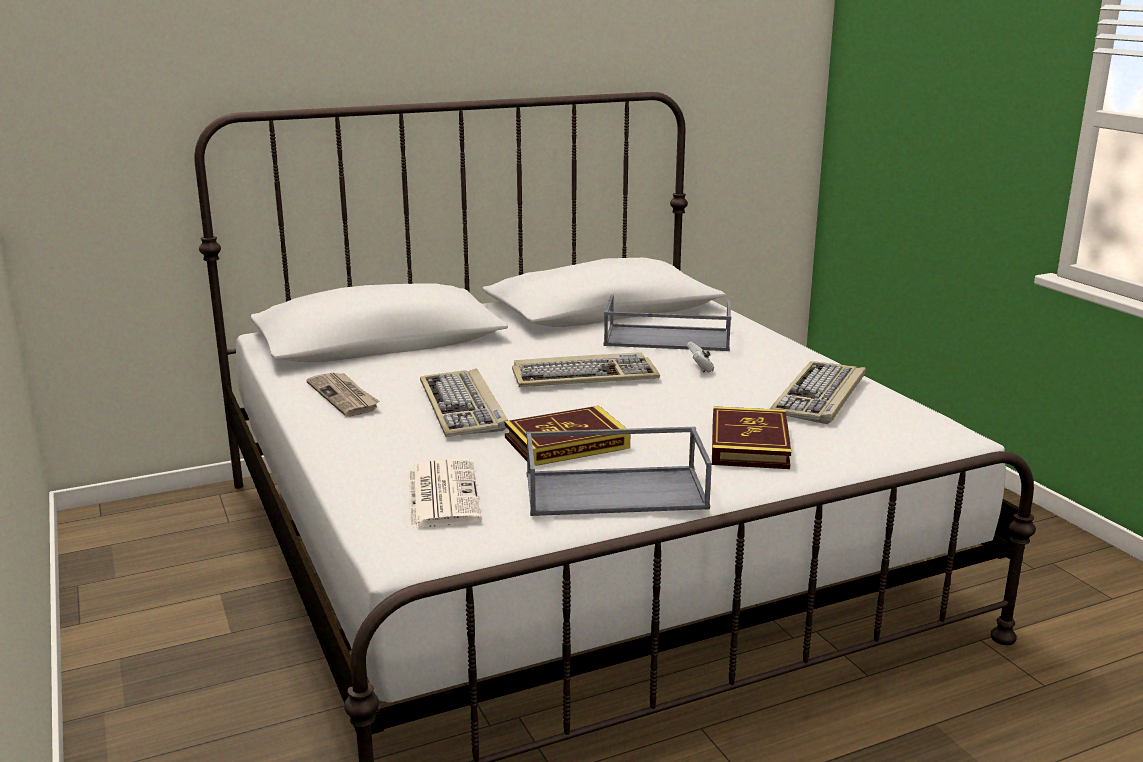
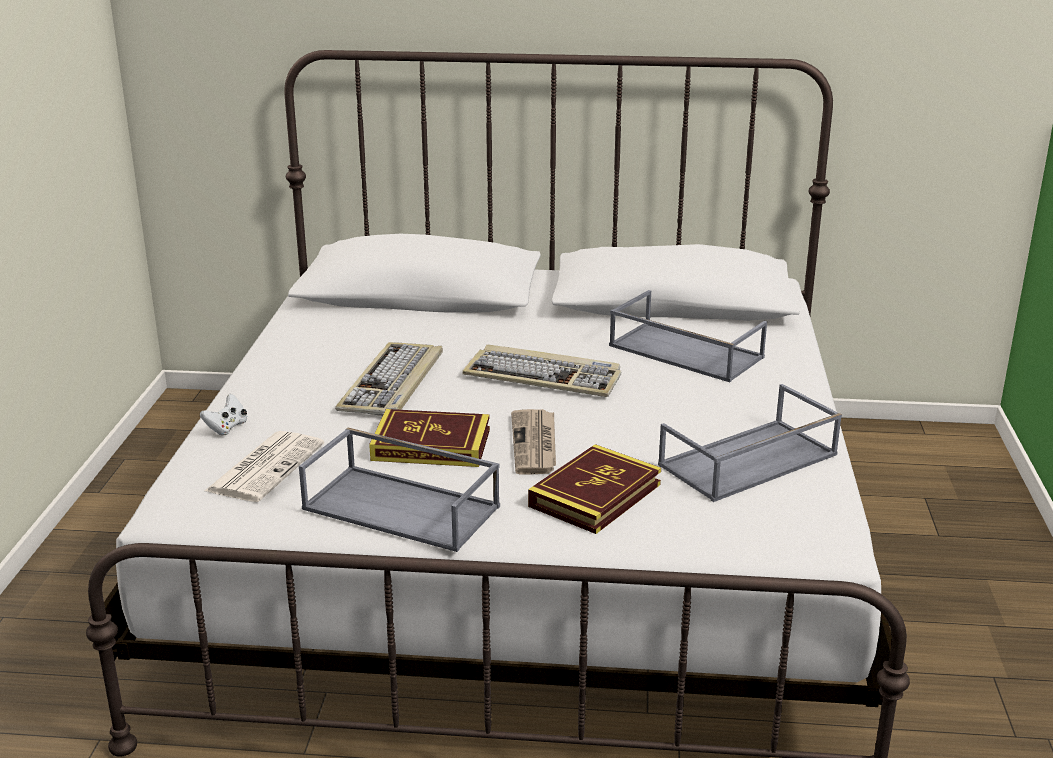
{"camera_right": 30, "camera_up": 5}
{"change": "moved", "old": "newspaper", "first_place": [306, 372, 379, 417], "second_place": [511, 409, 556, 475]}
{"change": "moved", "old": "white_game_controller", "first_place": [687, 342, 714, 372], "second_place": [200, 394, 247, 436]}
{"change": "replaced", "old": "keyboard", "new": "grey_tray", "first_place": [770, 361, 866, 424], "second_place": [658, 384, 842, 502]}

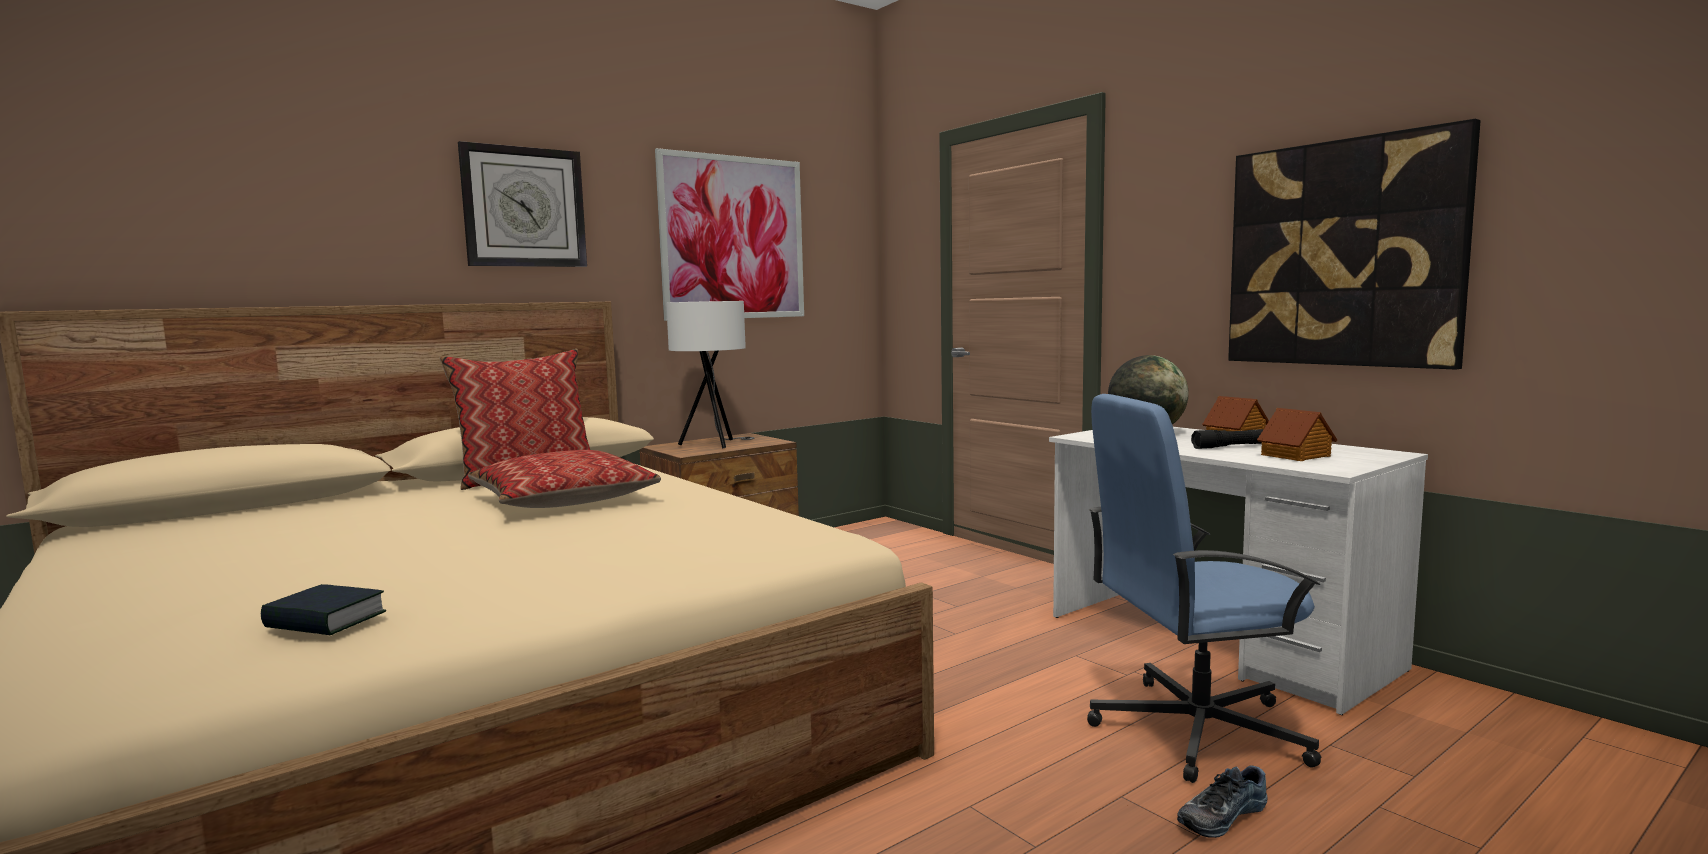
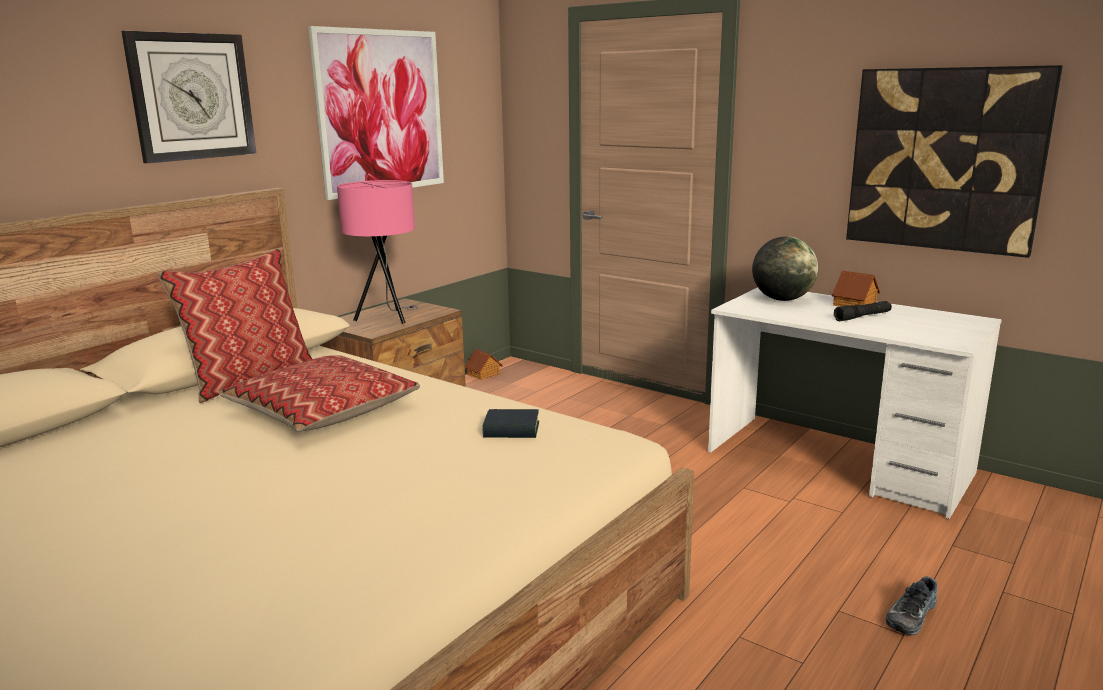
{"camera_right": -15, "camera_up": 10}
{"change": "removed", "old": "blue_office_chair", "first_place": [1087, 394, 1321, 783]}
{"change": "moved", "old": "book", "first_place": [261, 584, 386, 635], "second_place": [483, 409, 539, 438]}
{"change": "moved", "old": "toy_house", "first_place": [1257, 408, 1337, 461], "second_place": [465, 349, 503, 380]}
{"change": "recoloured", "old": "white_table_lamp", "new": "pink_table_lamp", "first_place": [666, 301, 754, 449], "second_place": [337, 180, 418, 324]}

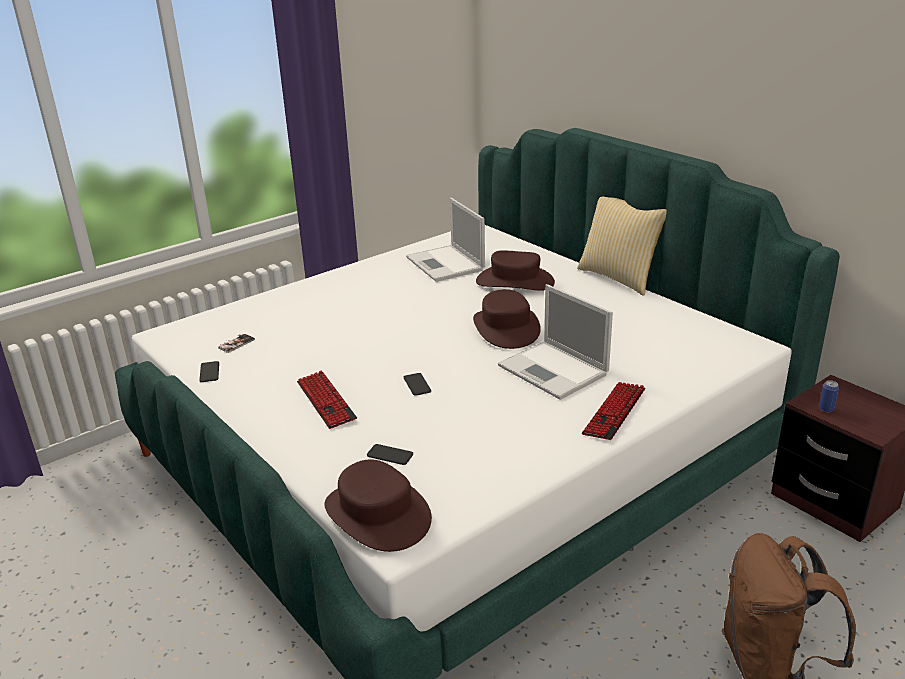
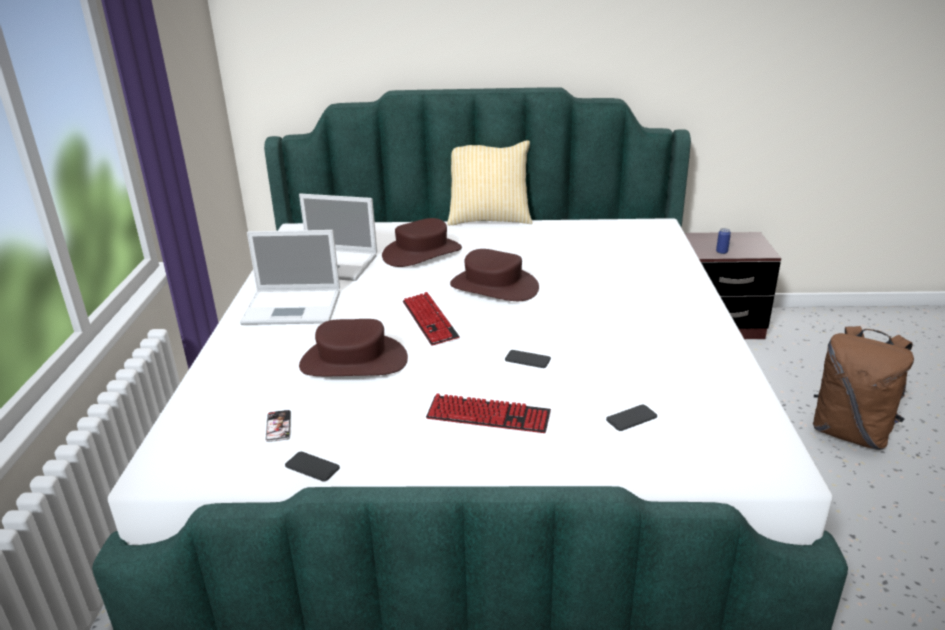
{"camera_right": -50, "camera_up": 0}
{"change": "moved", "old": "brown_hat", "first_place": [324, 460, 432, 552], "second_place": [299, 319, 408, 376]}
{"change": "moved", "old": "laptop", "first_place": [498, 284, 613, 400], "second_place": [240, 230, 340, 325]}
{"change": "moved", "old": "keyboard", "first_place": [582, 382, 645, 440], "second_place": [403, 292, 460, 346]}

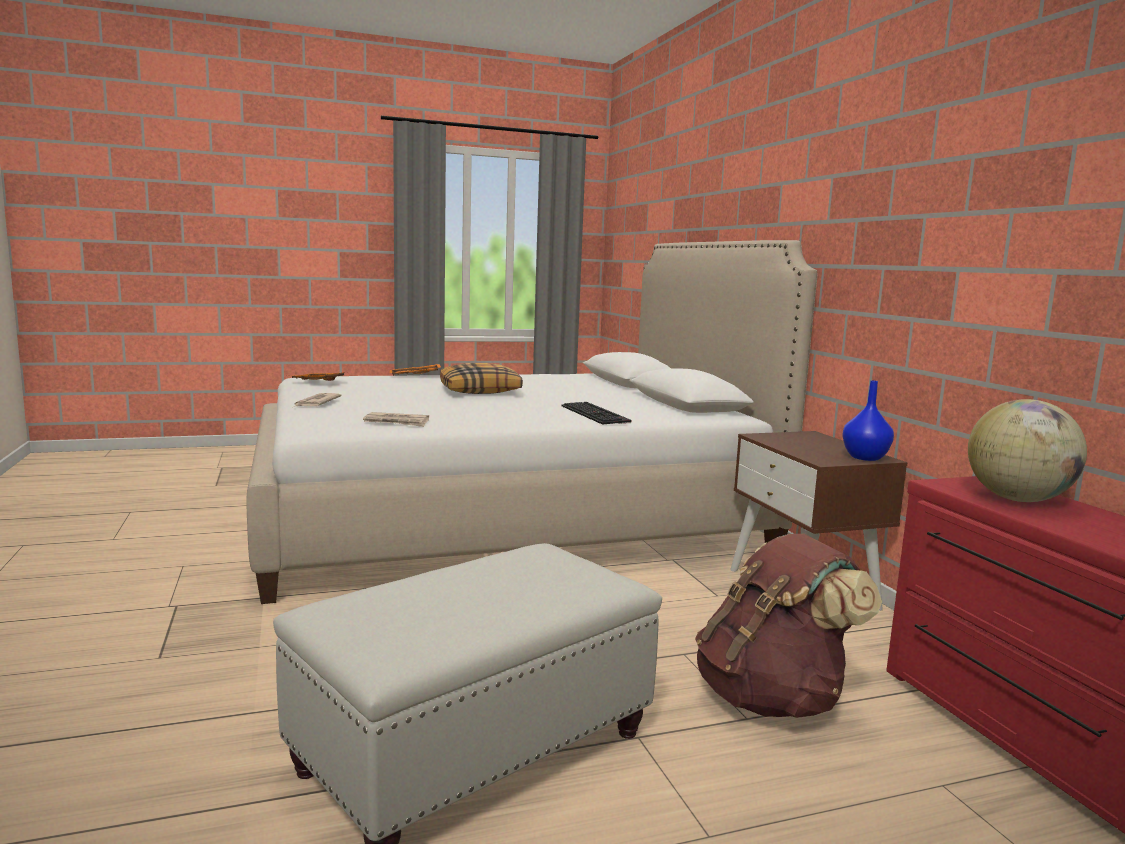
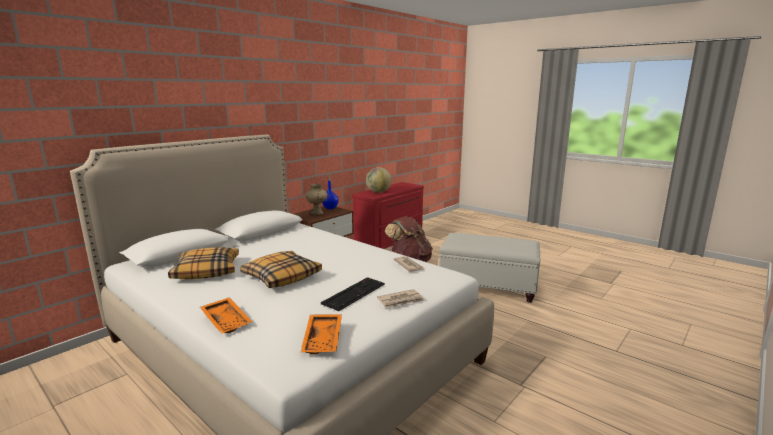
{"camera_right": -120, "camera_up": 5}
{"change": "added", "new": "pillow", "second_place": [168, 247, 239, 279]}
{"change": "added", "new": "beige_vase", "second_place": [305, 184, 328, 215]}
{"change": "moved", "old": "keyboard", "first_place": [562, 402, 632, 425], "second_place": [321, 277, 385, 311]}

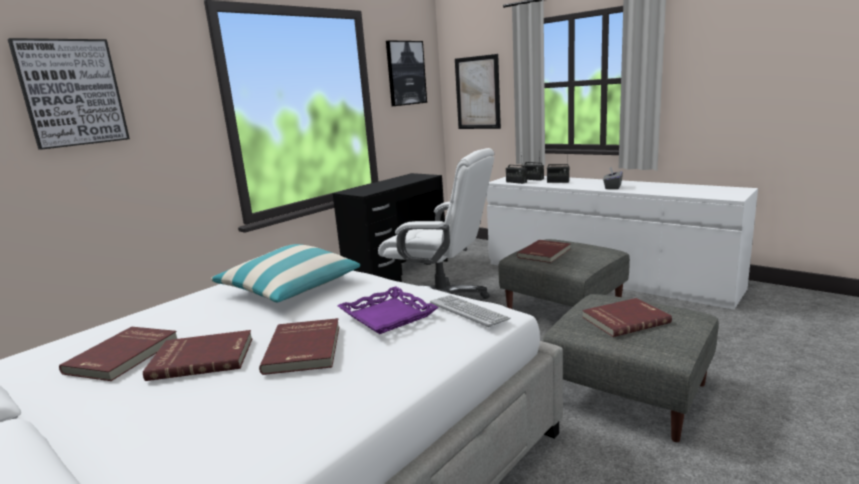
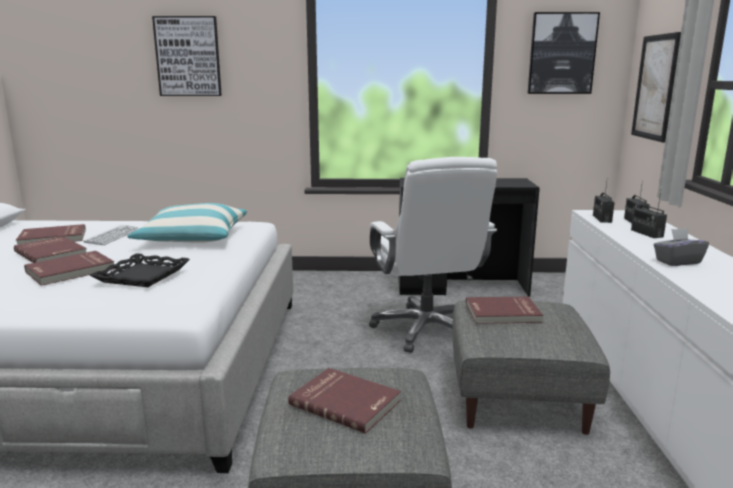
{"camera_right": 50, "camera_up": 0}
{"change": "moved", "old": "keyboard", "first_place": [430, 295, 511, 327], "second_place": [83, 225, 139, 245]}
{"change": "recoloured", "old": "purple_tray", "new": "black_tray", "first_place": [337, 286, 439, 334], "second_place": [90, 253, 190, 287]}

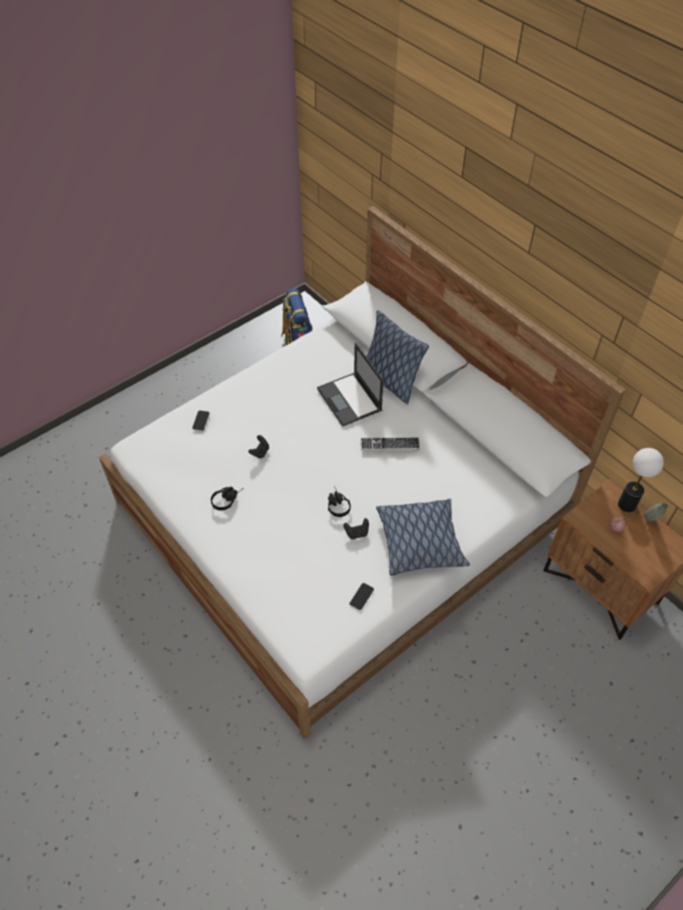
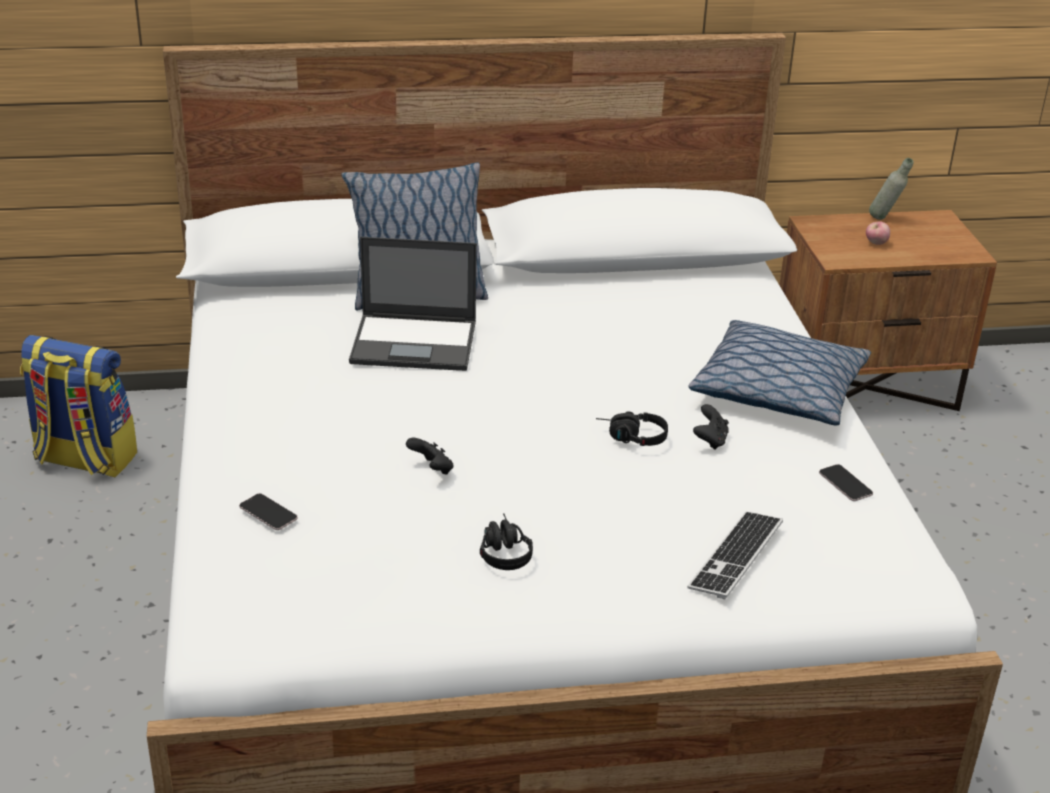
{"camera_right": -60, "camera_up": -20}
{"change": "removed", "old": "table_lamp", "first_place": [618, 448, 664, 512]}
{"change": "moved", "old": "keyboard", "first_place": [360, 437, 420, 451], "second_place": [687, 511, 783, 599]}

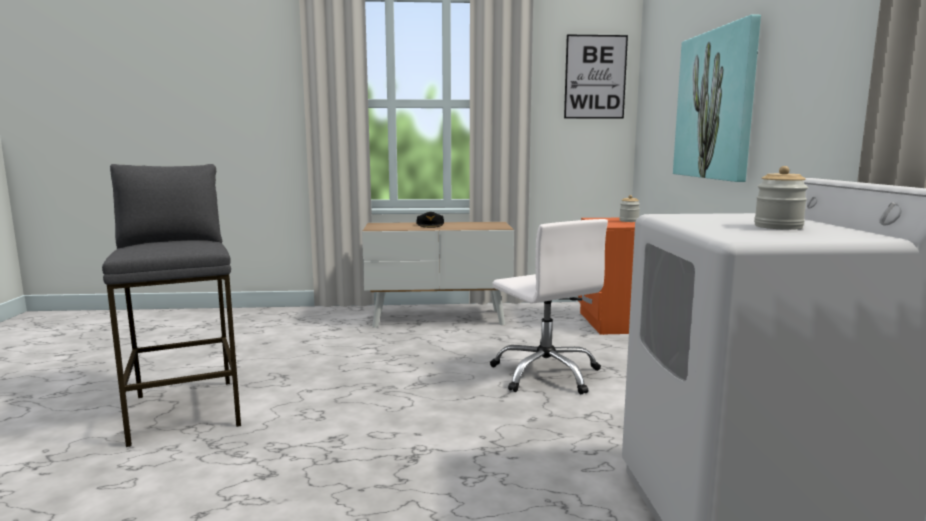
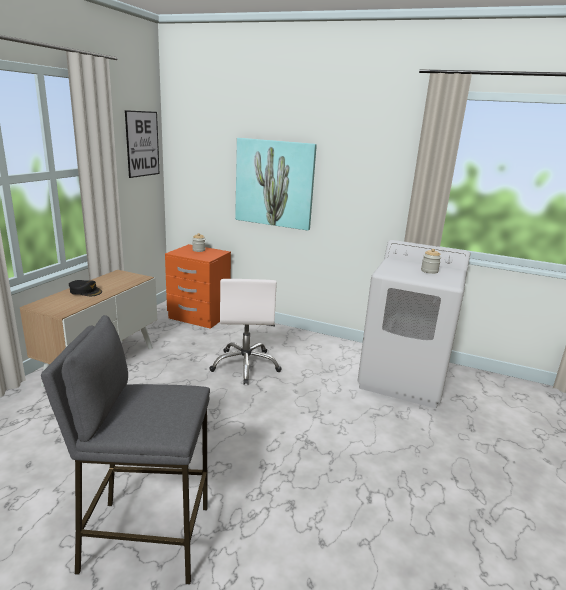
{"camera_right": -65, "camera_up": 10}
{"change": "turned", "old": "white_office_chair", "first_place": [490, 219, 608, 394], "second_place": [209, 279, 282, 385], "degrees": 90}

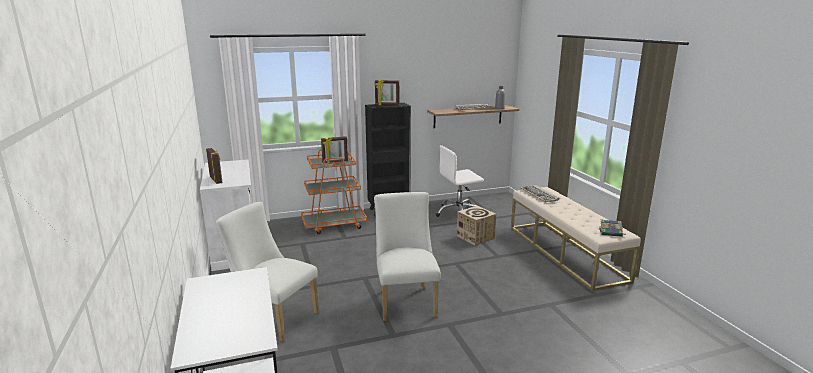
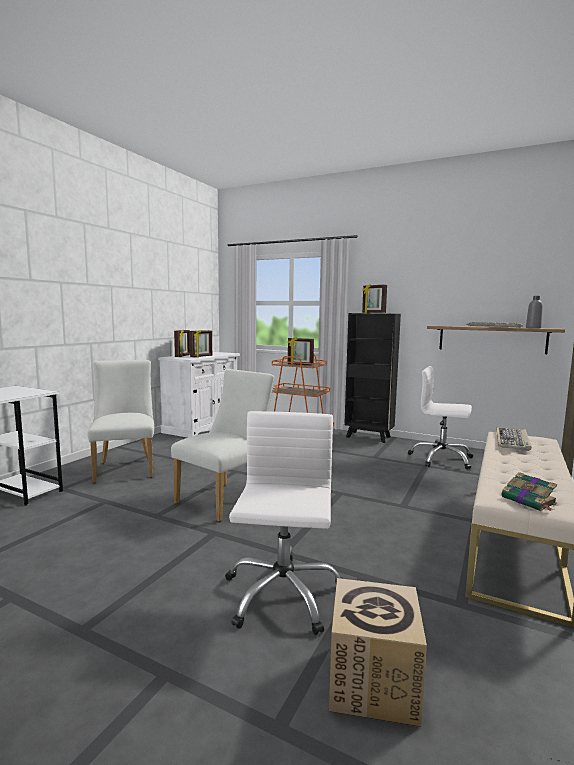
{"camera_right": 45, "camera_up": -10}
{"change": "added", "new": "picture_frame", "second_place": [190, 330, 212, 357]}
{"change": "added", "new": "white_office_chair", "second_place": [225, 411, 344, 635]}
{"change": "moved", "old": "cardboard_box", "first_place": [457, 206, 497, 246], "second_place": [329, 578, 427, 727]}

